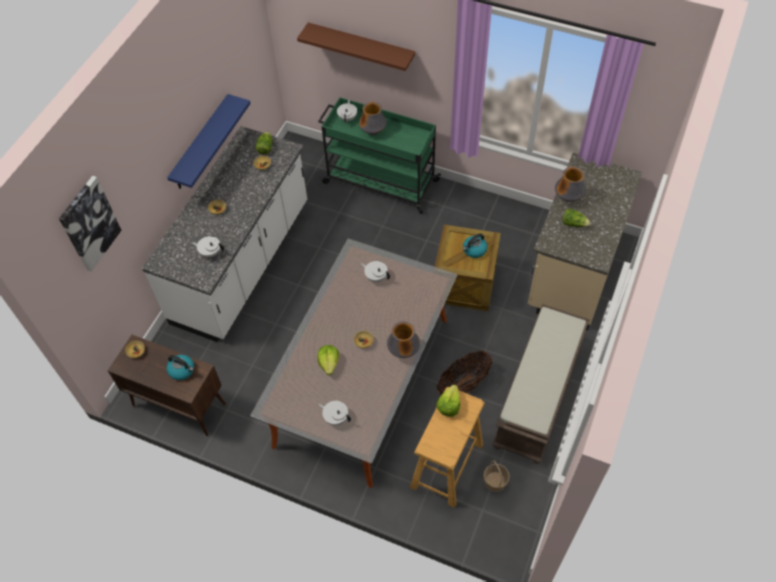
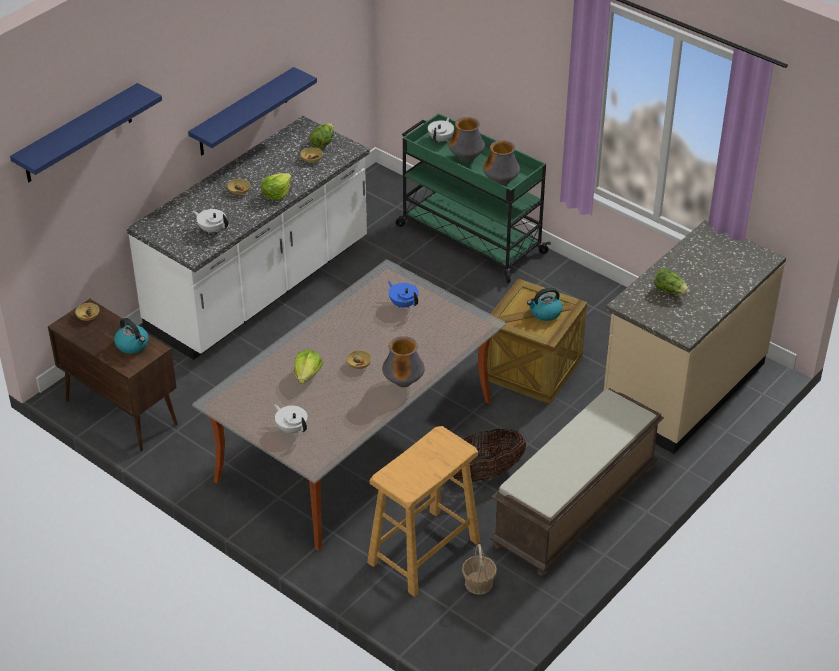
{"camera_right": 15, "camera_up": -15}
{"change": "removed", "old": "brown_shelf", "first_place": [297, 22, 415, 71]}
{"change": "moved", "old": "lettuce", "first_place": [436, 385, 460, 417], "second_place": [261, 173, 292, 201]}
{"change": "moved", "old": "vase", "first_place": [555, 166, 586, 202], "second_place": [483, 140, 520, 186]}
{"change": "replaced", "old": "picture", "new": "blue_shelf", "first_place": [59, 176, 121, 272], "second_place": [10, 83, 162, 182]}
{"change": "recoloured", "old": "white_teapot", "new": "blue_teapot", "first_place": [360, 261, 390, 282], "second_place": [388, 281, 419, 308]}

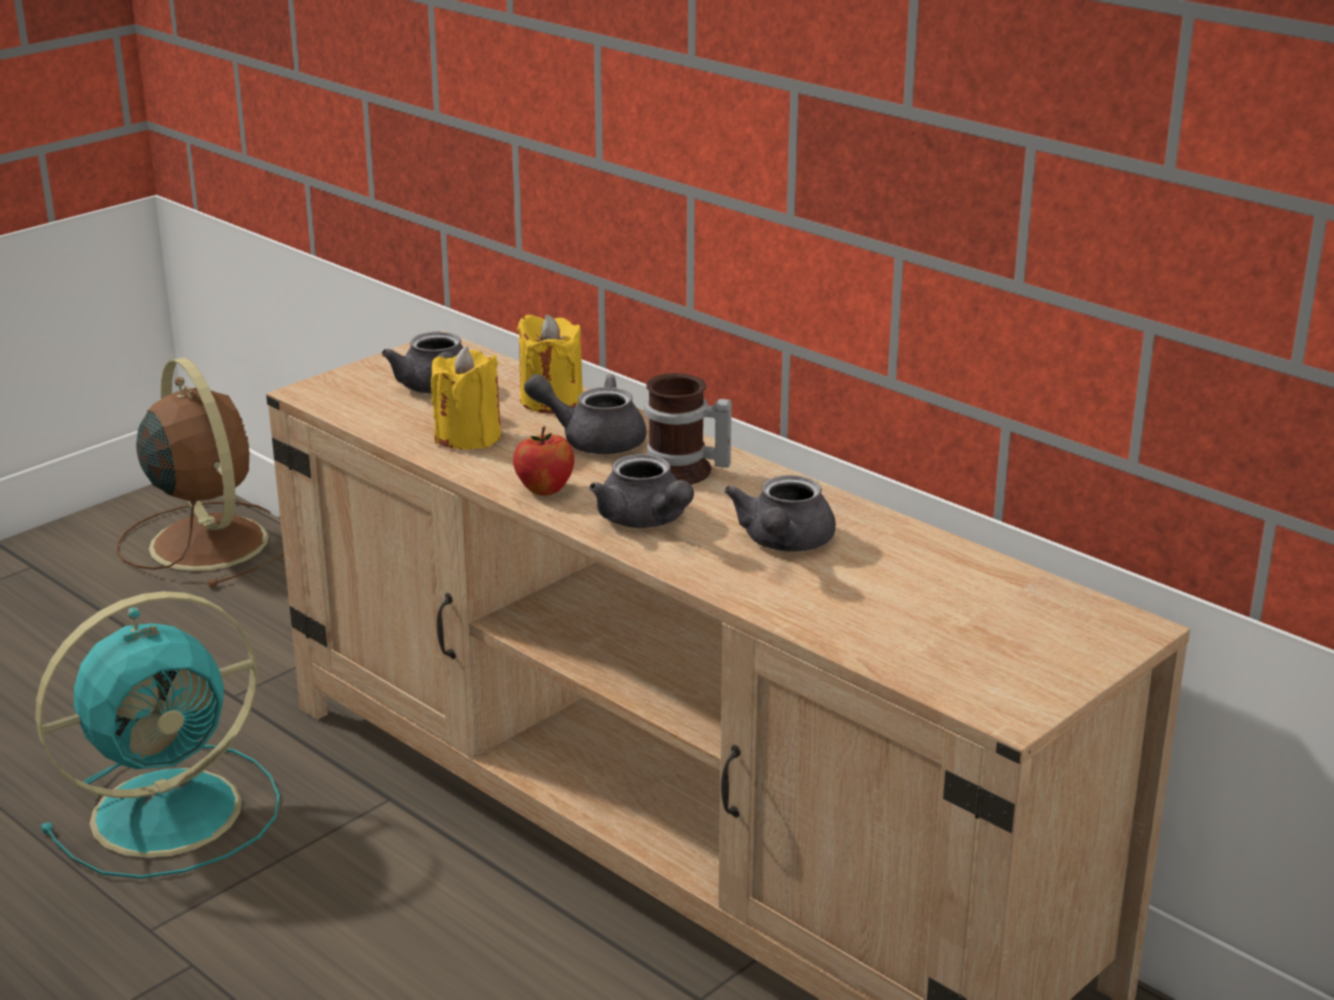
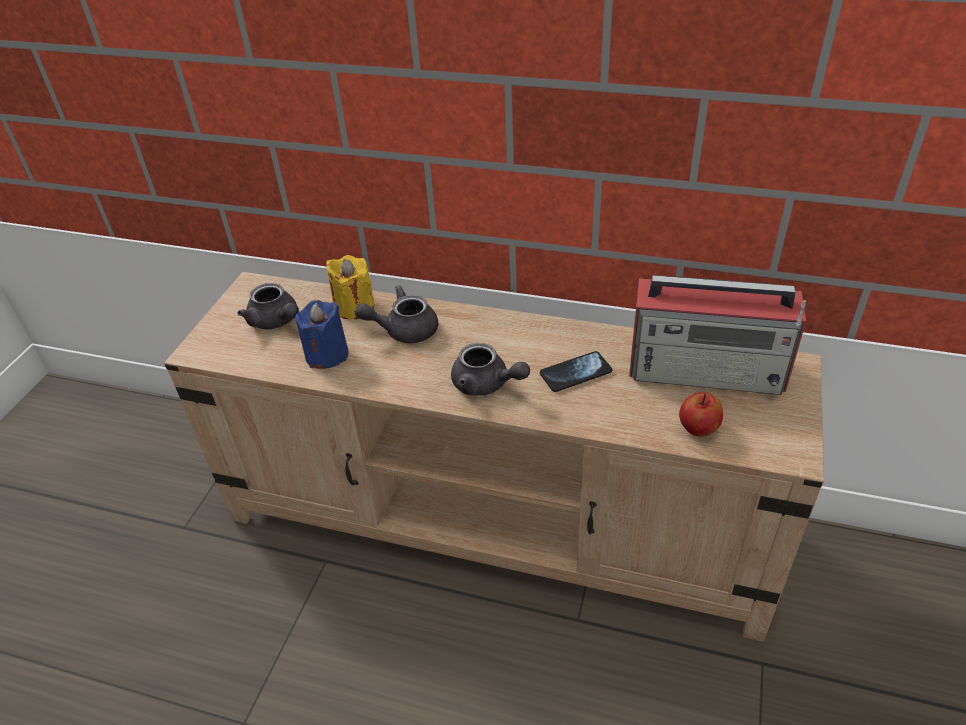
{"camera_right": -25, "camera_up": 15}
{"change": "removed", "old": "turquoise_fan", "first_place": [35, 591, 280, 879]}
{"change": "removed", "old": "brown_fan", "first_place": [117, 357, 284, 588]}
{"change": "removed", "old": "mug", "first_place": [644, 373, 732, 484]}
{"change": "added", "new": "radio", "second_place": [629, 275, 806, 395]}
{"change": "moved", "old": "apple", "first_place": [513, 427, 574, 495], "second_place": [679, 392, 723, 437]}
{"change": "replaced", "old": "grey_teapot", "new": "phone", "first_place": [724, 475, 836, 552], "second_place": [540, 351, 612, 392]}
{"change": "recoloured", "old": "yellow_candle", "new": "blue_candle", "first_place": [431, 346, 501, 450], "second_place": [295, 300, 349, 369]}

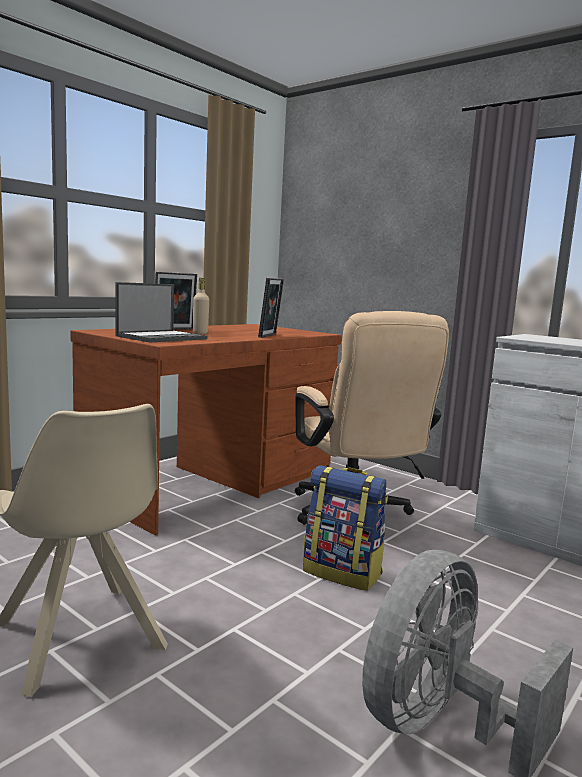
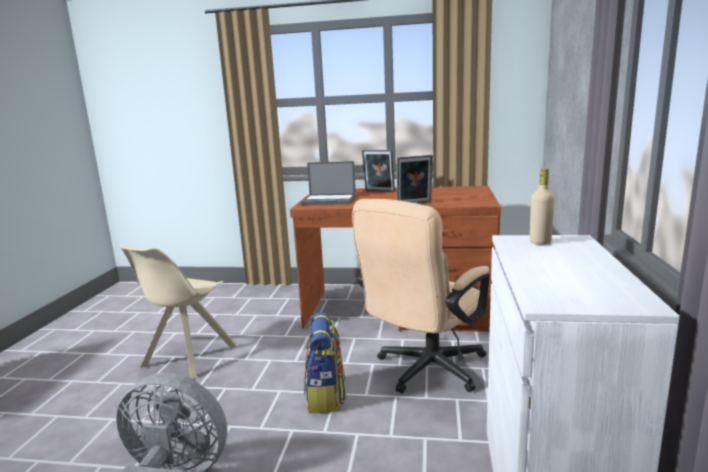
{"camera_right": 60, "camera_up": 5}
{"change": "moved", "old": "beige_bottle", "first_place": [193, 278, 209, 334], "second_place": [530, 168, 555, 245]}

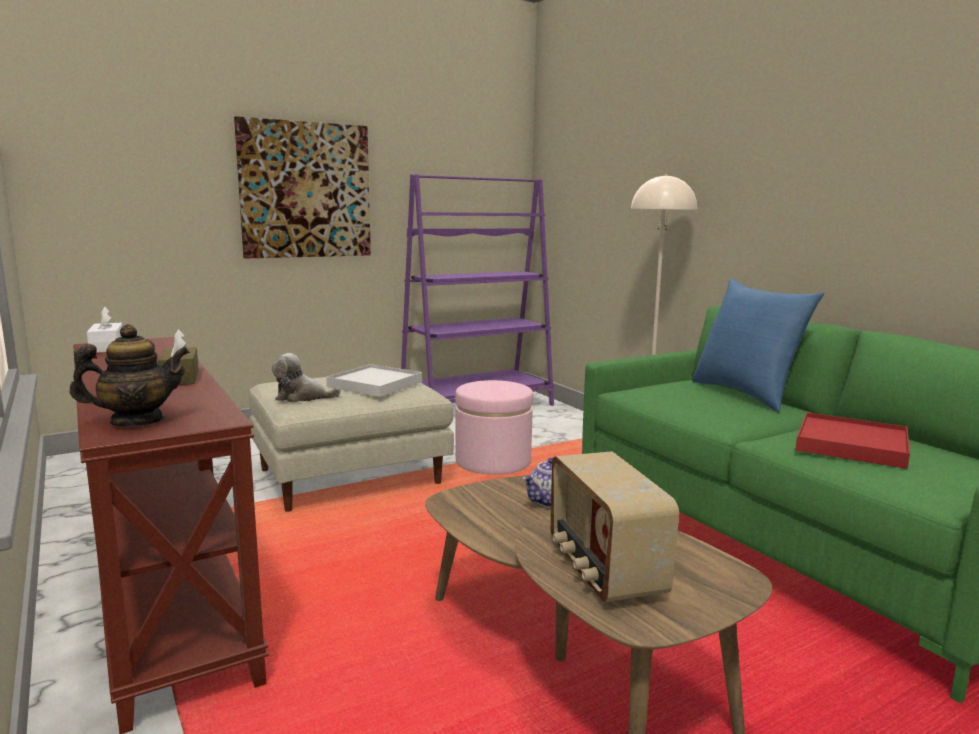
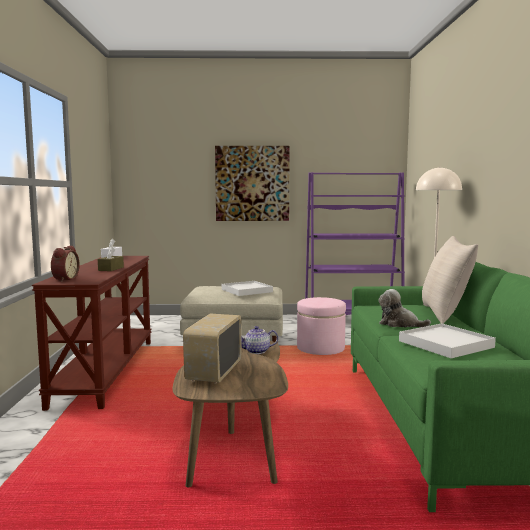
{"camera_right": 30, "camera_up": -5}
{"change": "moved", "old": "plush_toy", "first_place": [272, 353, 341, 402], "second_place": [379, 289, 431, 327]}
{"change": "replaced", "old": "teapot", "new": "alarm_clock", "first_place": [70, 324, 190, 427], "second_place": [51, 246, 80, 282]}
{"change": "recoloured", "old": "blue_pillow", "new": "beige_pillow", "first_place": [692, 279, 824, 412], "second_place": [422, 236, 478, 324]}
{"change": "recoloured", "old": "red_tray", "new": "white_tray", "first_place": [796, 412, 910, 469], "second_place": [399, 323, 496, 358]}

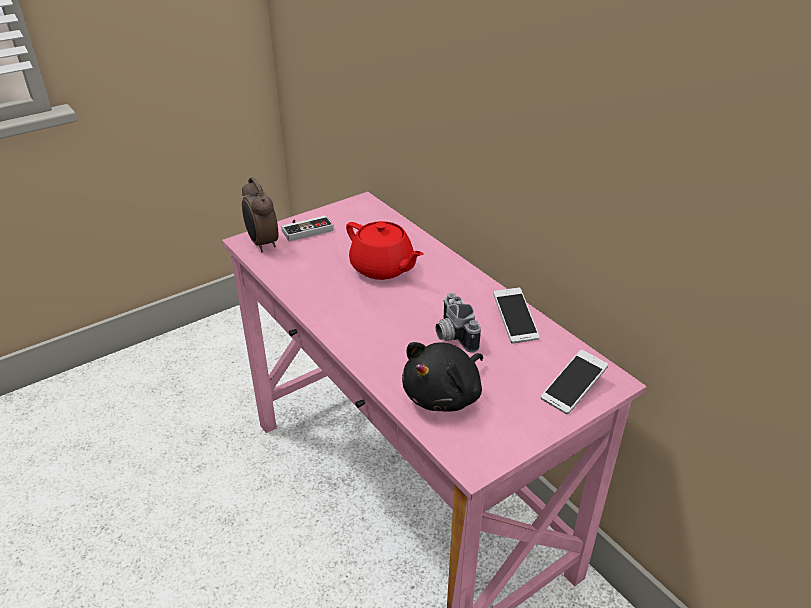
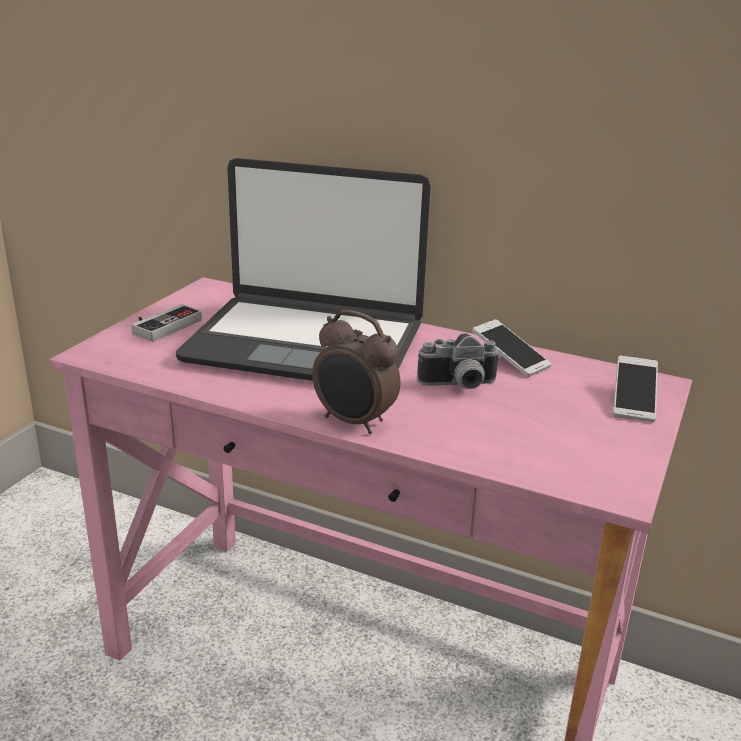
{"camera_right": -30, "camera_up": -10}
{"change": "removed", "old": "black_plush_toy", "first_place": [402, 342, 483, 412]}
{"change": "moved", "old": "alarm_clock", "first_place": [242, 177, 278, 253], "second_place": [312, 310, 400, 434]}
{"change": "replaced", "old": "red_teapot", "new": "laptop", "first_place": [346, 221, 423, 280], "second_place": [176, 158, 431, 381]}
{"change": "turned", "old": "photo_camera", "first_place": [436, 293, 481, 352], "second_place": [417, 333, 501, 389], "degrees": -45}

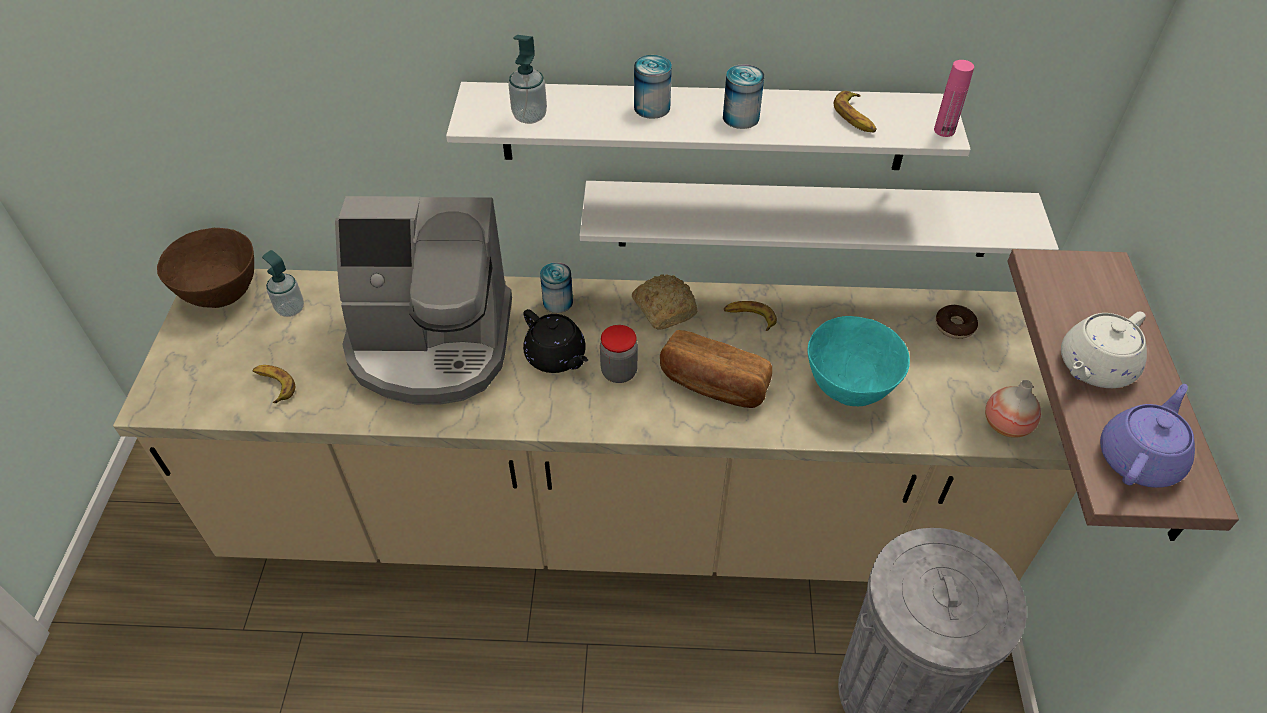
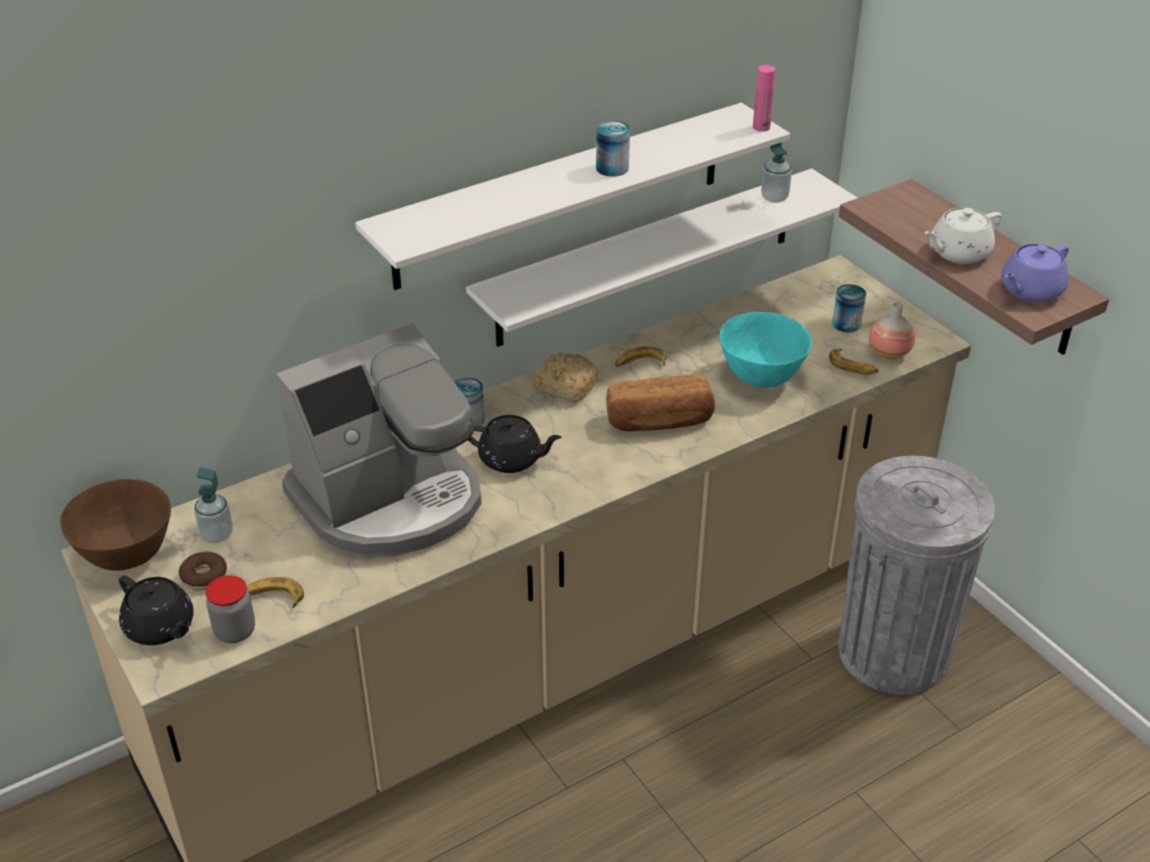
{"camera_right": -35, "camera_up": -10}
{"change": "added", "new": "black_teapot", "second_place": [119, 575, 194, 645]}
{"change": "moved", "old": "soap_dispenser", "first_place": [508, 35, 547, 124], "second_place": [761, 142, 792, 203]}
{"change": "moved", "old": "jar", "first_place": [600, 325, 638, 383], "second_place": [206, 575, 255, 643]}
{"change": "moved", "old": "can", "first_place": [634, 55, 672, 119], "second_place": [832, 284, 866, 333]}
{"change": "moved", "old": "banana", "first_place": [834, 91, 877, 132], "second_place": [829, 349, 879, 375]}
{"change": "moved", "old": "donut", "first_place": [935, 305, 978, 339], "second_place": [179, 552, 227, 591]}
{"change": "turned", "old": "white_teapot", "first_place": [1061, 311, 1147, 388], "second_place": [924, 207, 1002, 264], "degrees": 45}
{"change": "turned", "old": "purple_teapot", "first_place": [1100, 384, 1195, 488], "second_place": [1001, 244, 1069, 302], "degrees": -135}

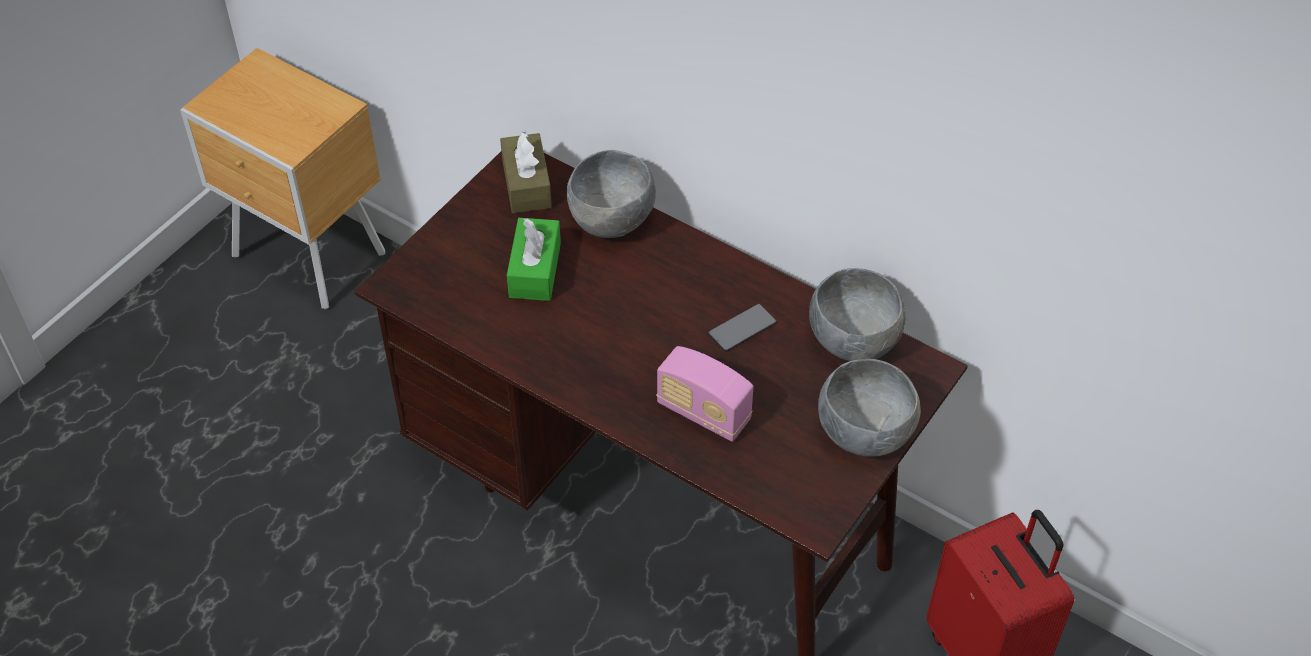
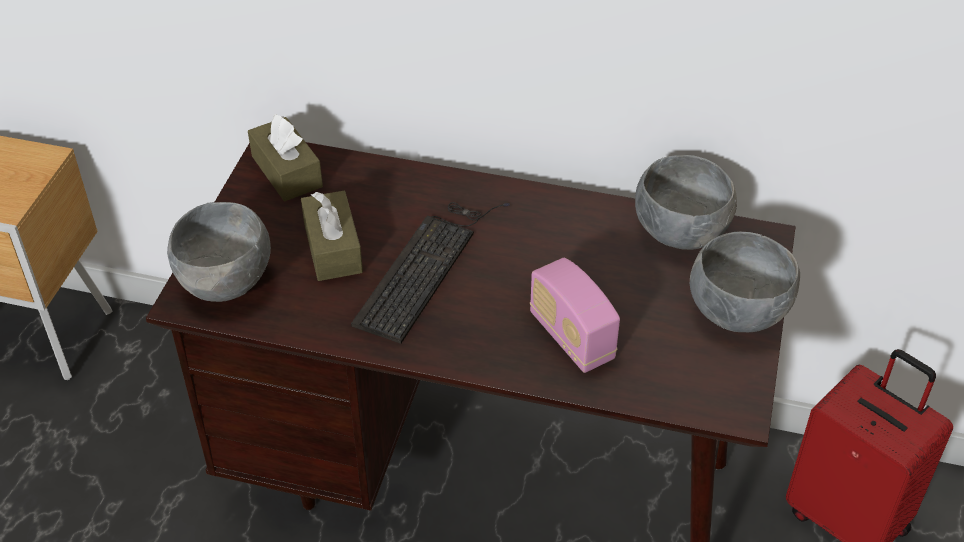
{"camera_right": -20, "camera_up": -5}
{"change": "removed", "old": "phone", "first_place": [708, 304, 777, 352]}
{"change": "added", "new": "keyboard", "second_place": [351, 202, 510, 344]}
{"change": "moved", "old": "grey_bowl", "first_place": [567, 150, 656, 238], "second_place": [167, 202, 271, 302]}
{"change": "recoloured", "old": "green_tissue_box", "new": "brown_tissue_box", "first_place": [507, 218, 561, 301], "second_place": [301, 191, 363, 281]}
{"change": "turned", "old": "radio", "first_place": [656, 346, 754, 442], "second_place": [530, 258, 620, 373], "degrees": 45}

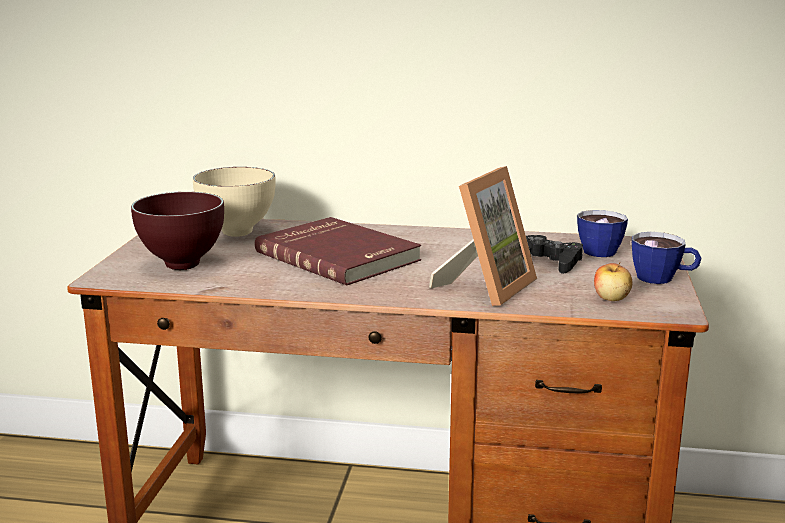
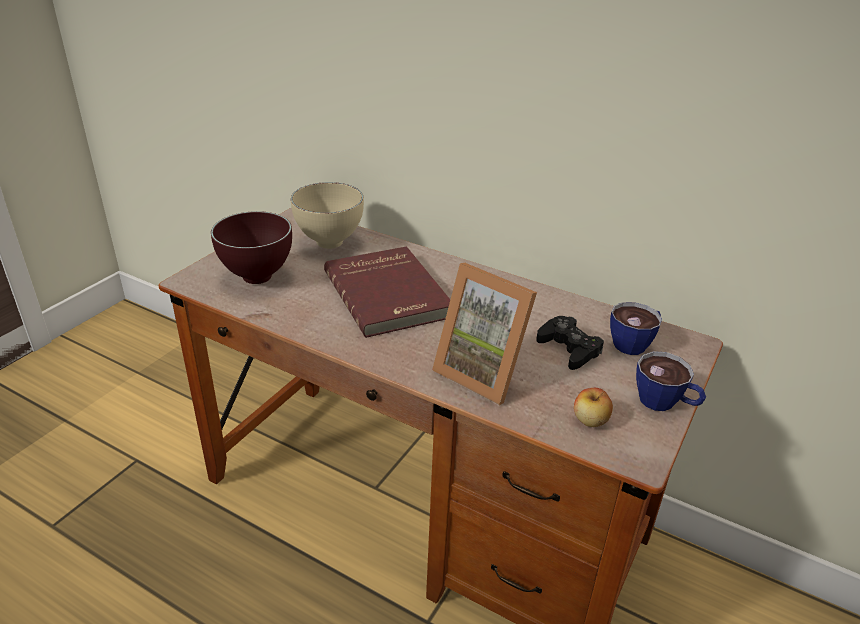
{"camera_right": 20, "camera_up": 15}
{"change": "turned", "old": "picture_frame", "first_place": [429, 166, 537, 306], "second_place": [432, 263, 537, 405], "degrees": 75}

